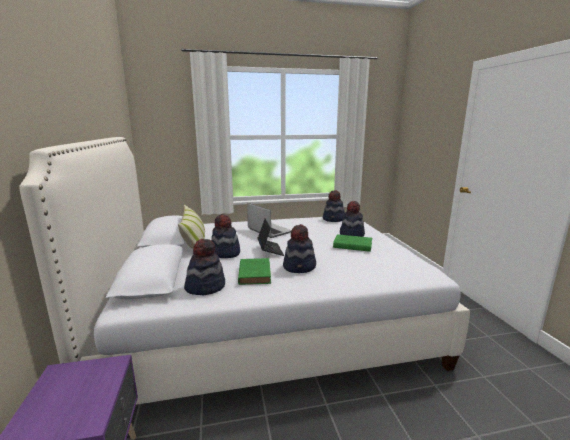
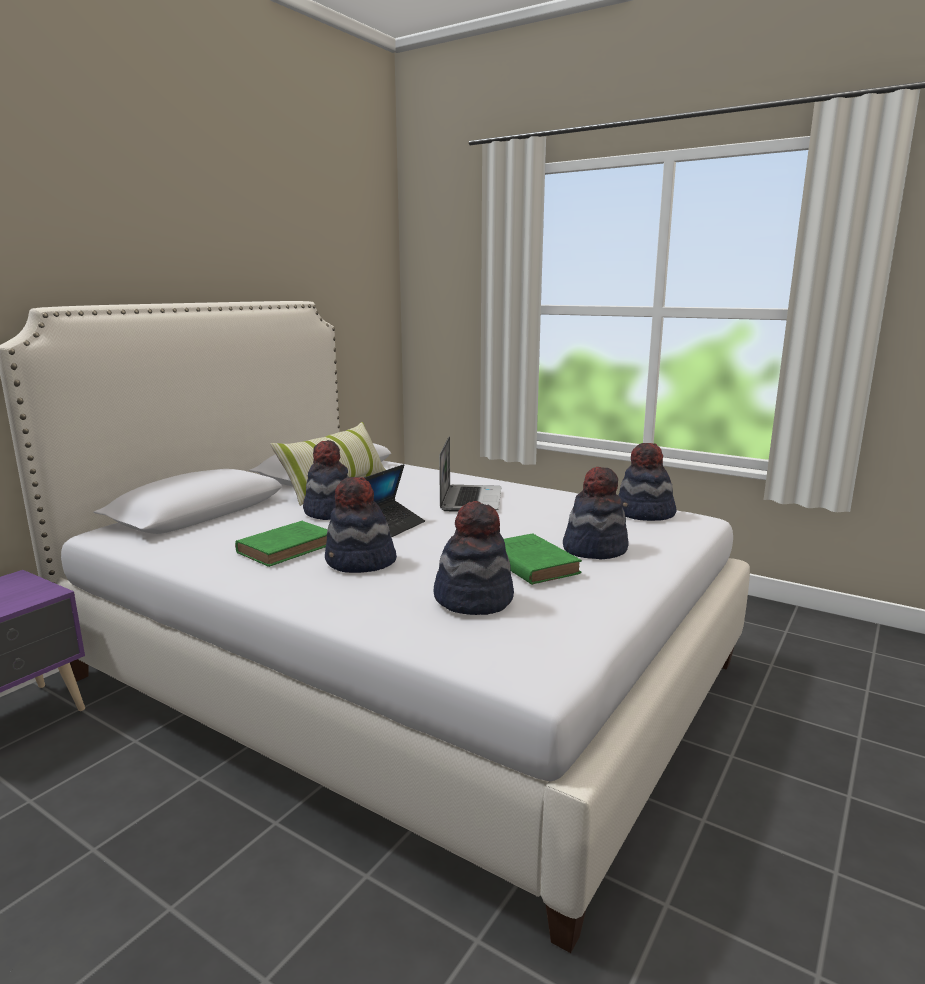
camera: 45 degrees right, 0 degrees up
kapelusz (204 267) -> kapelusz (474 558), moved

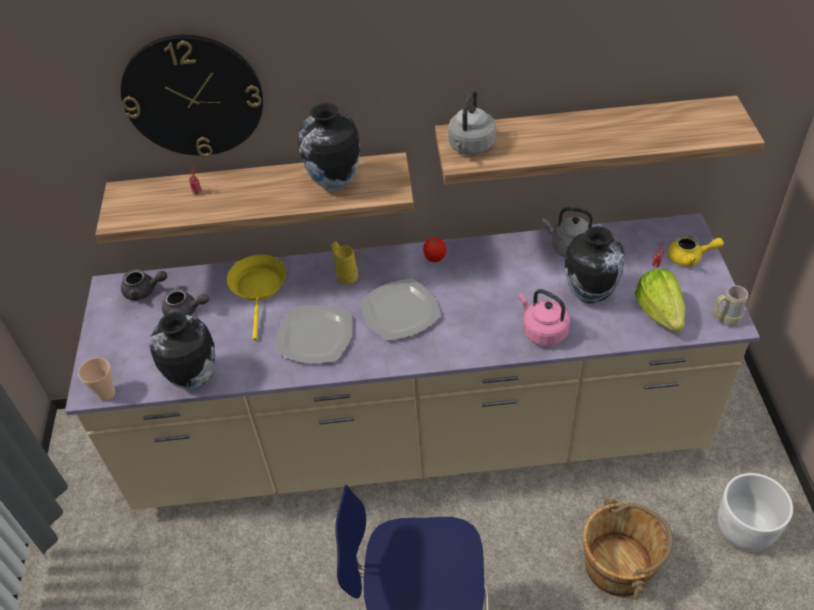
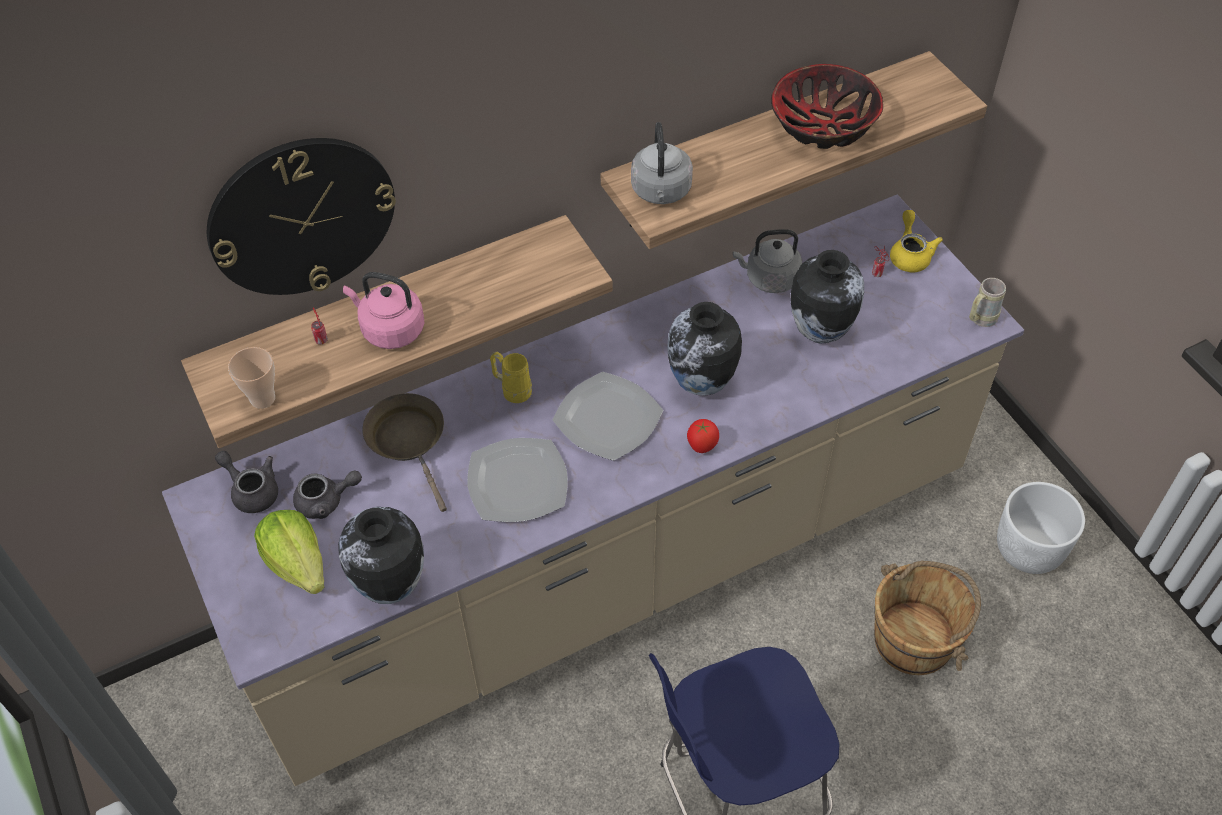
camera: 25 degrees left, 5 degrees up
none -> miska (827 106)
filiżanka (96 379) -> filiżanka (251 378), moved
wazon (329 147) -> wazon (704 349), moved
pomidor (434 249) -> pomidor (703 436), moved
czajnik/różowy (544 317) -> czajnik/różowy (383 310), moved
sałata (660 300) -> sałata (289 552), moved
patelnia/żółty (256 298) -> patelnia/brązowy (404 452)
imbryk/szary (144 285) -> imbryk/szary (246 482), 120 degrees counterclockwise
imbryk/żółty (696 251) -> imbryk/żółty (916 241), 75 degrees counterclockwise

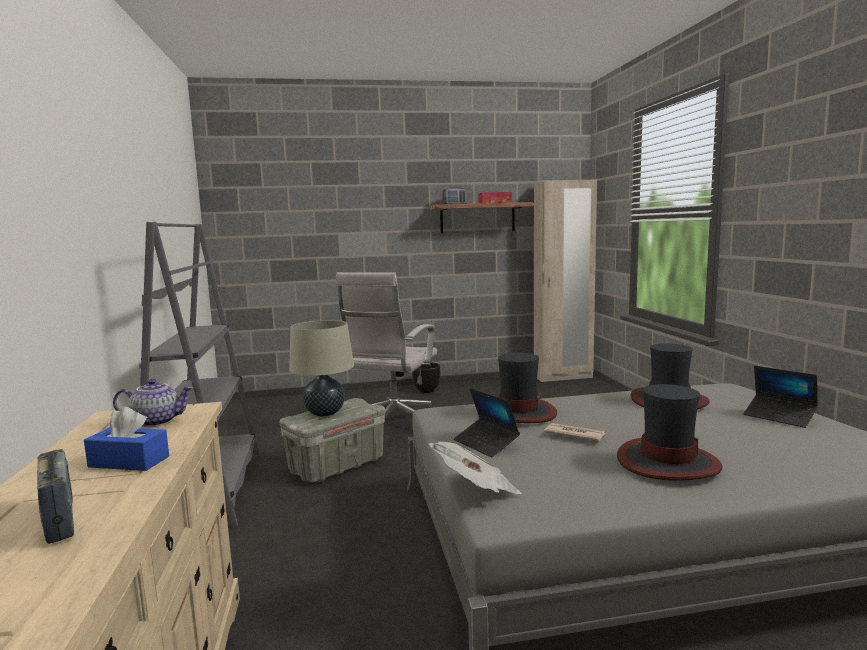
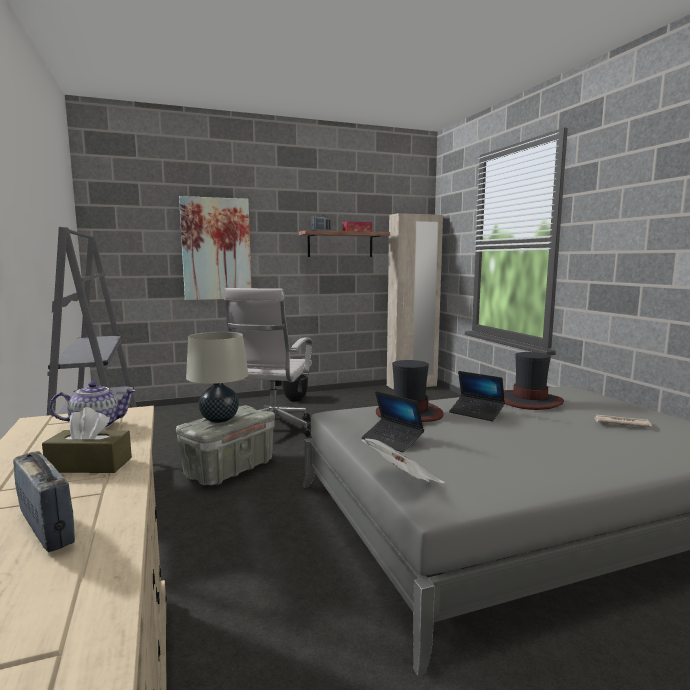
camera: 10 degrees left, 0 degrees up
kapelusz (669 432) -> none
none -> obraz (215 248)
gazeta (575 432) -> gazeta (622 420), moved
laptop (781 397) -> laptop (477 396), moved
pudełko chusteczek/niebieski (126 439) -> pudełko chusteczek/brązowy (87 440)

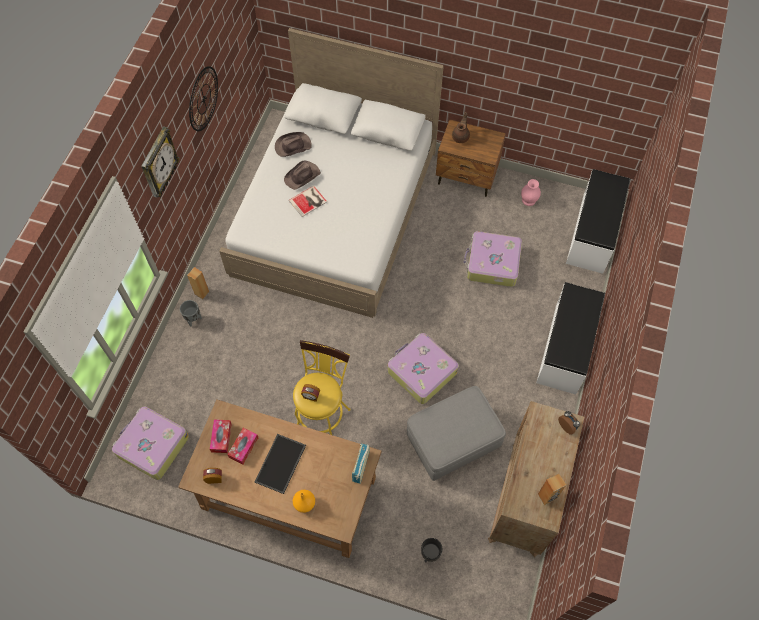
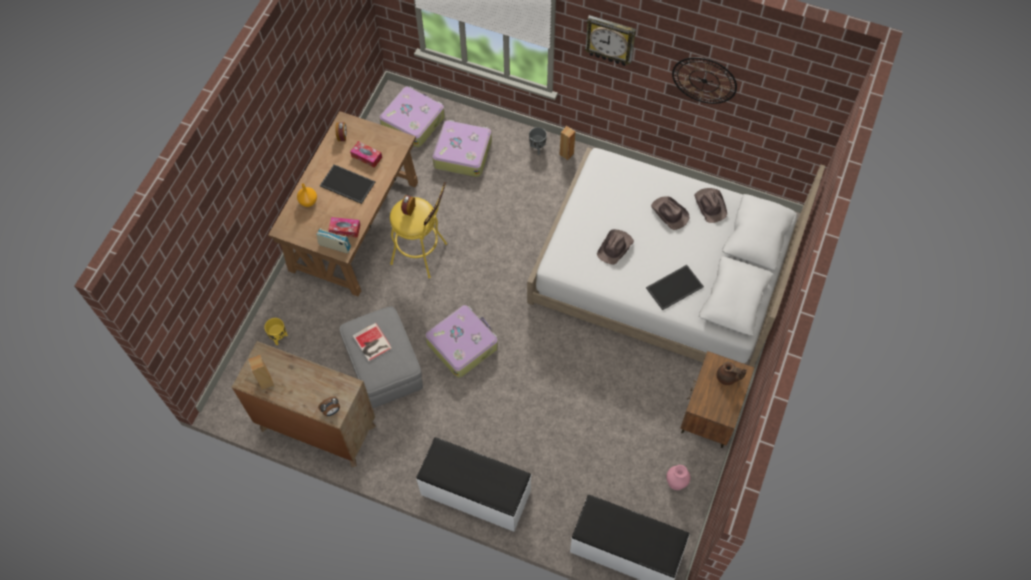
camera: 95 degrees right, 0 degrees up
none -> kapelusz/brązowy (615 247)
none -> taca (675 287)
pudełko chusteczek (221 436) -> pudełko chusteczek (344 227), moved
książka (307 201) -> książka (372 342), moved
walizka (492 259) -> walizka (462 148), moved
donica/czarny (432 550) -> donica/żółty (276 331)

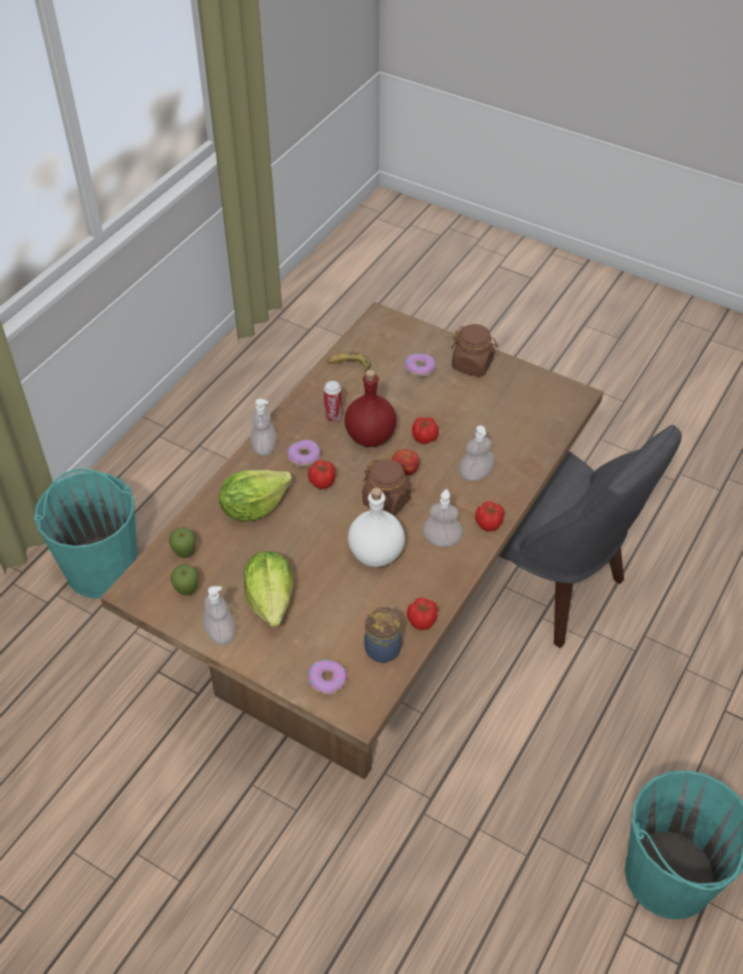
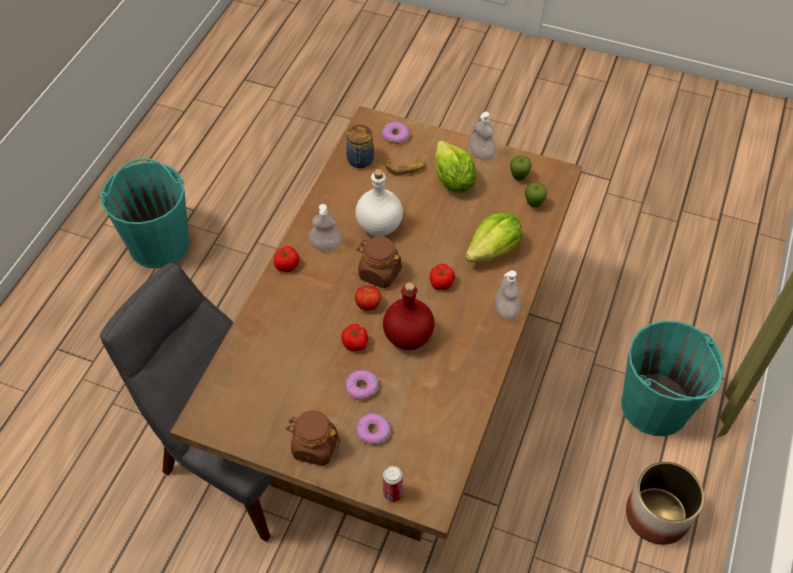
camera: 170 degrees right, 5 degrees up
pomidor (422 614) -> none
dozownik mydła (477 453) -> none
none -> donica (665 503)
donut (304 453) -> donut (362 385), moved
puszka (333 401) -> puszka (393 484), moved
banan (349 362) -> banan (405 166), moved

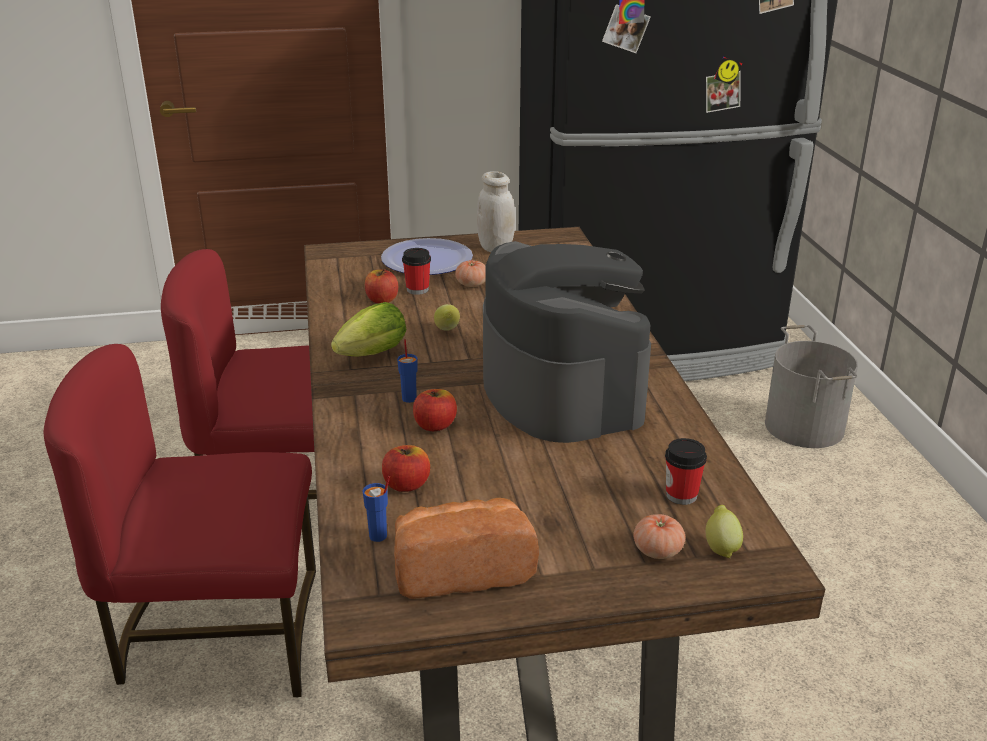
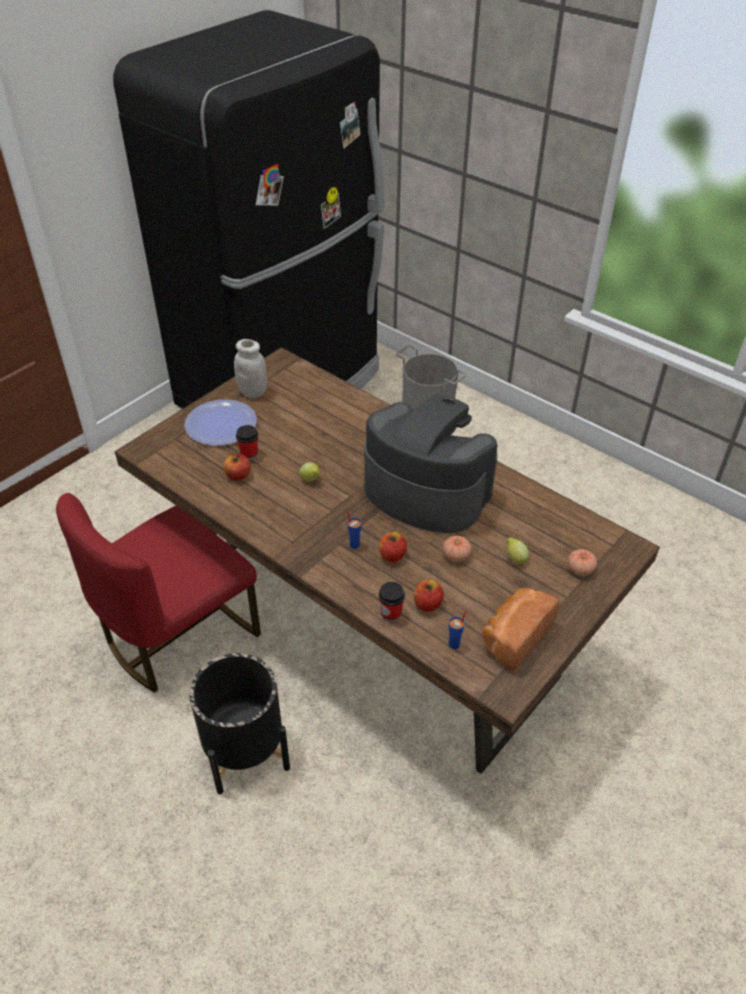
camera: 40 degrees left, 15 degrees up
sałata (368 329) -> none
pomidor (470 273) -> pomidor (457 549), moved
filiżanka (686 471) -> filiżanka (391 602), moved
cytryna (724 532) -> cytryna (518 550), moved
krzesło/czerwony (180 520) -> donica/czarny (239 723)

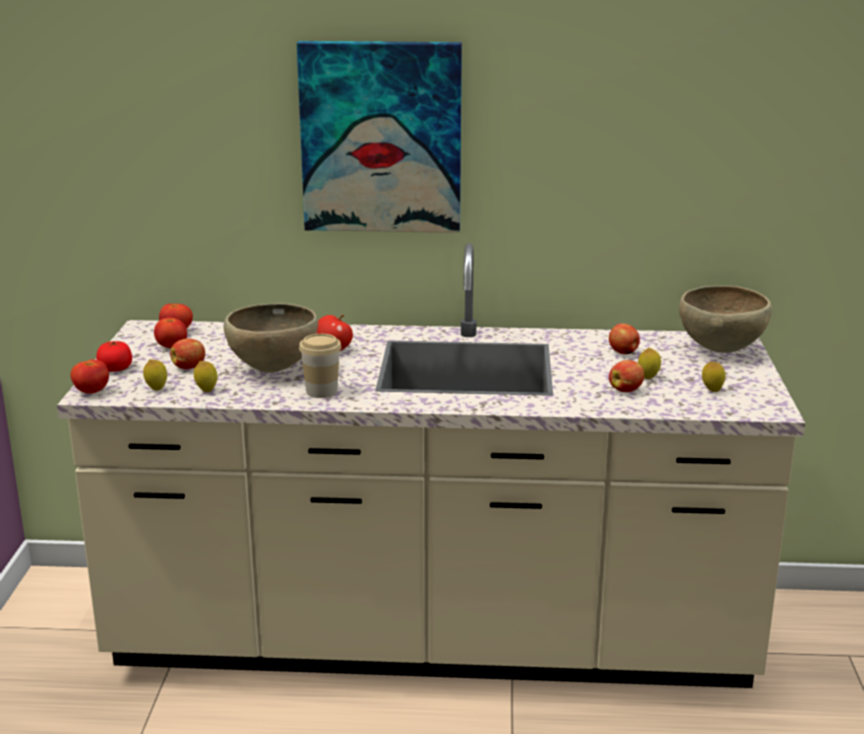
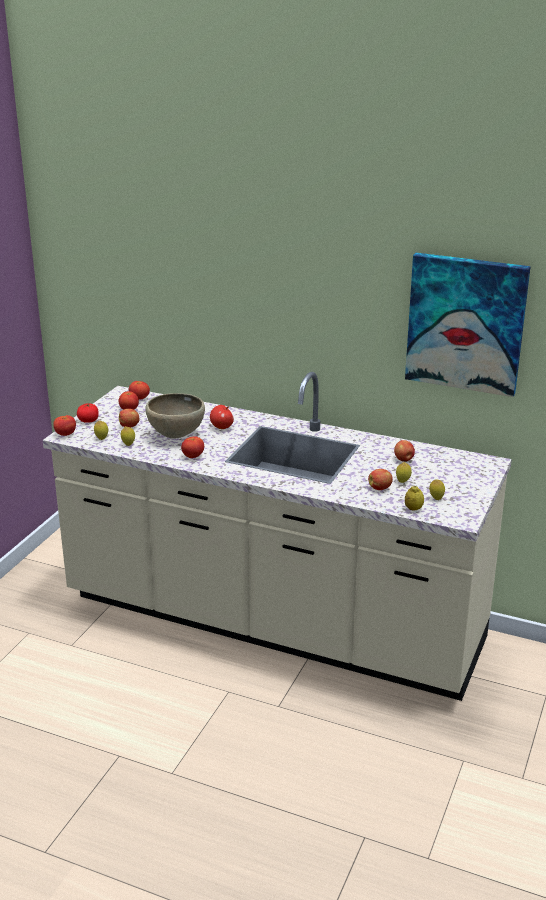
camera: 20 degrees right, 5 degrees up
miska/brązowy (725 319) -> none
none -> cytryna (414 498)
obraz (379 137) -> obraz (468 325), moved
filiżanka (320 366) -> pomidor (192 447)

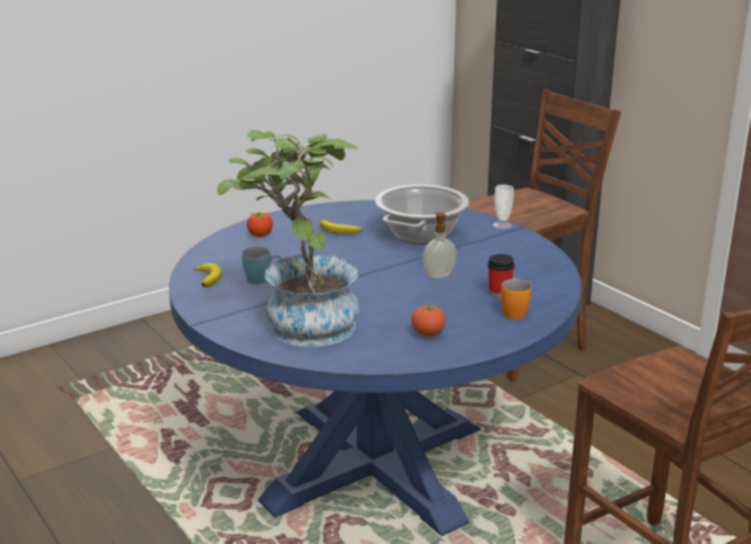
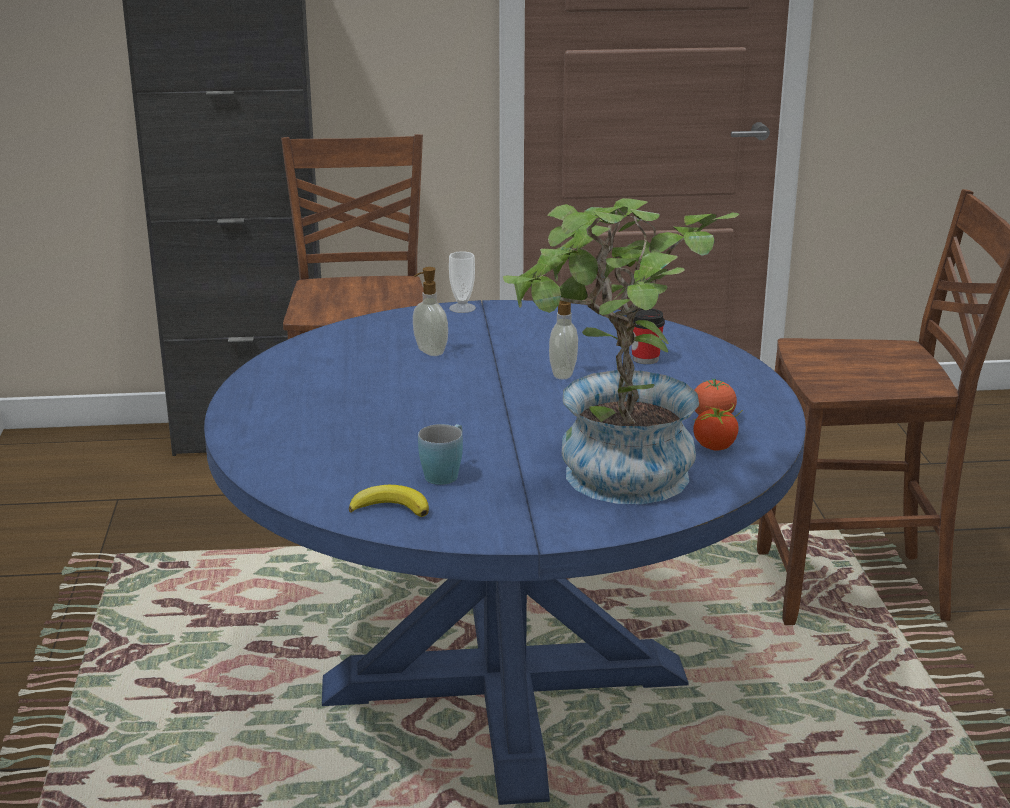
camera: 60 degrees left, 0 degrees up
banan (341 227) -> none
kubek/pomarańczowy (516 299) -> none
pomidor (260 224) -> pomidor (718 427), moved
garnek (422 214) -> dozownik mydła (430 311)

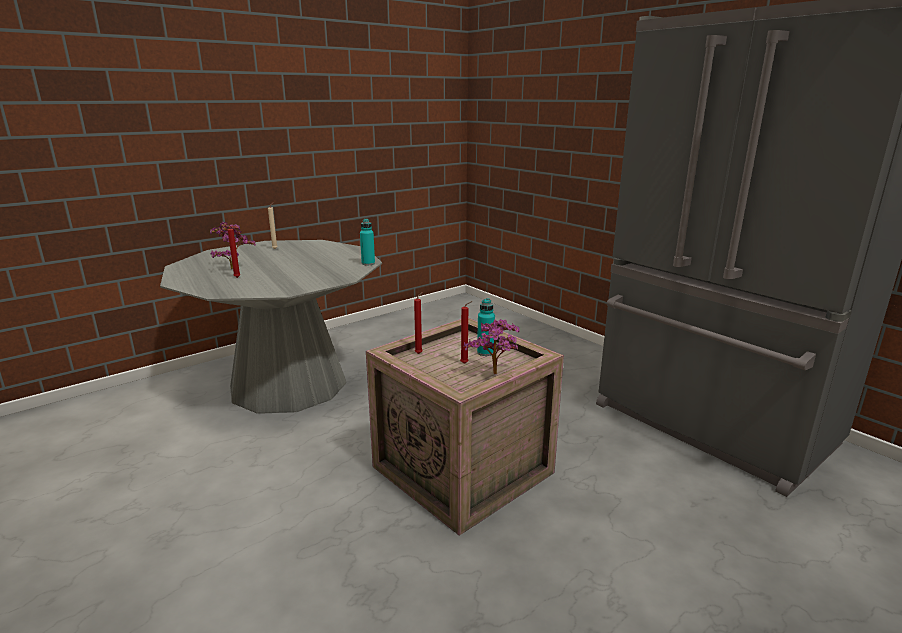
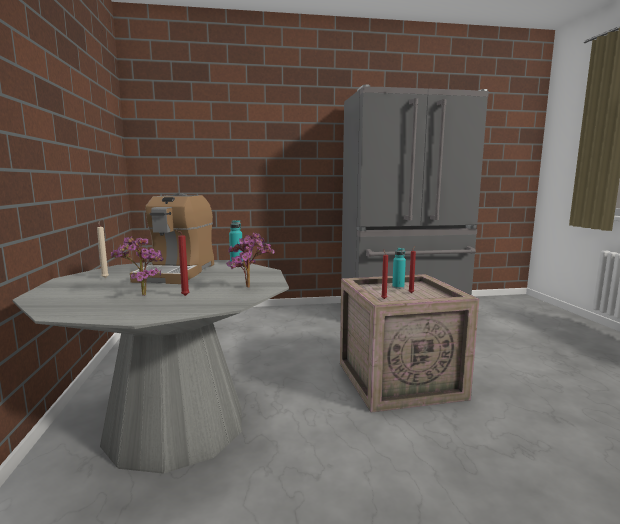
camera: 60 degrees left, 10 degrees down
none -> ekspres do kawy (172 238)
roślina doniczkowa (491 346) -> roślina doniczkowa (250 260), moved

